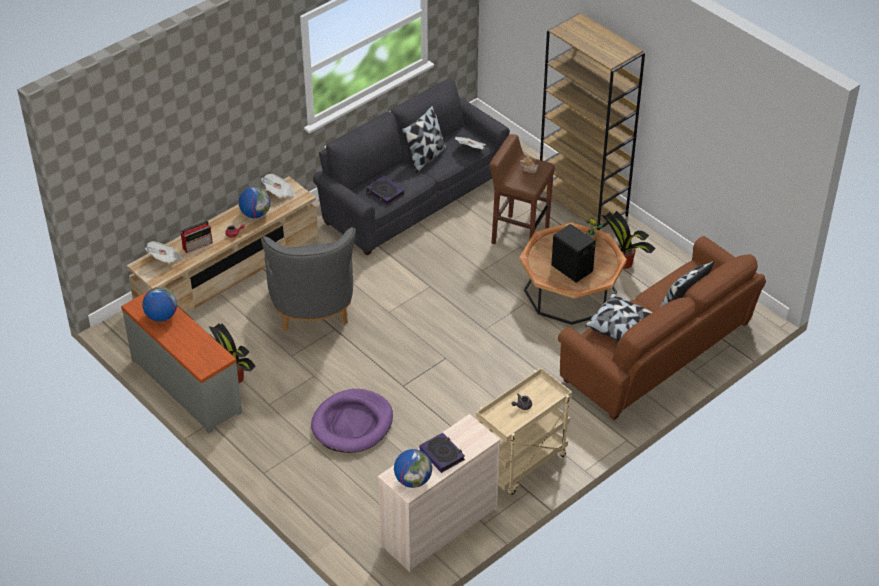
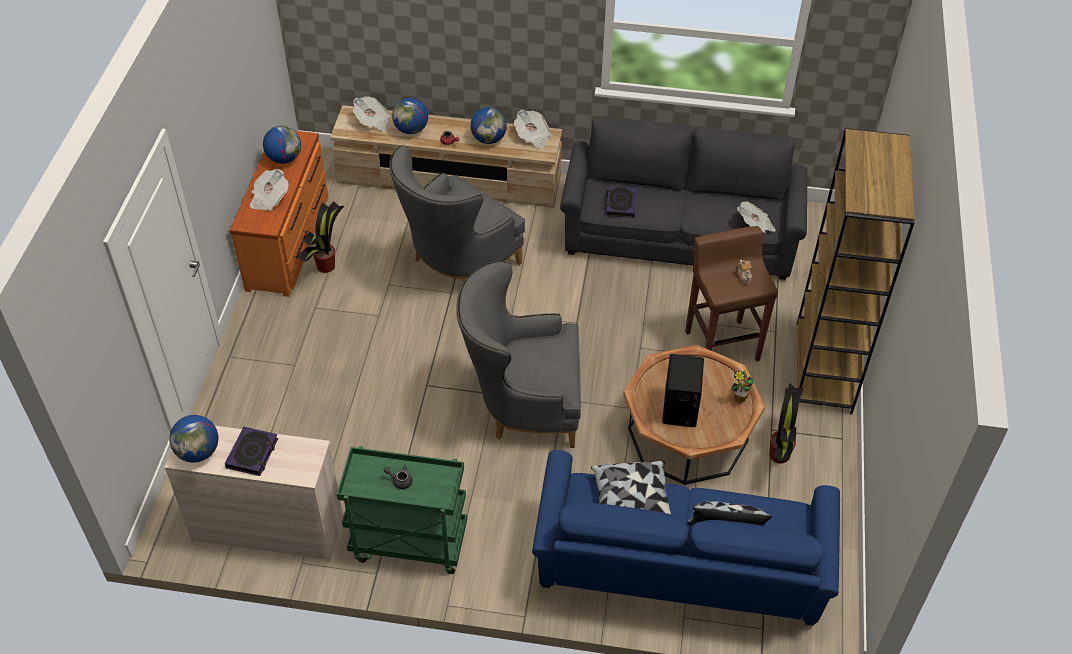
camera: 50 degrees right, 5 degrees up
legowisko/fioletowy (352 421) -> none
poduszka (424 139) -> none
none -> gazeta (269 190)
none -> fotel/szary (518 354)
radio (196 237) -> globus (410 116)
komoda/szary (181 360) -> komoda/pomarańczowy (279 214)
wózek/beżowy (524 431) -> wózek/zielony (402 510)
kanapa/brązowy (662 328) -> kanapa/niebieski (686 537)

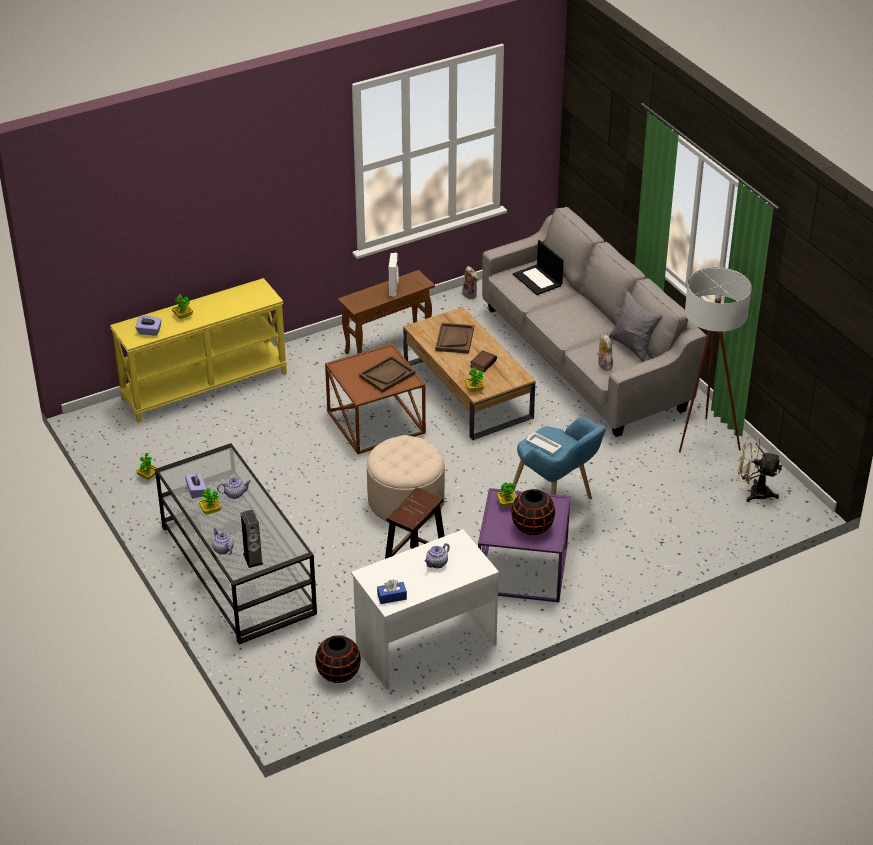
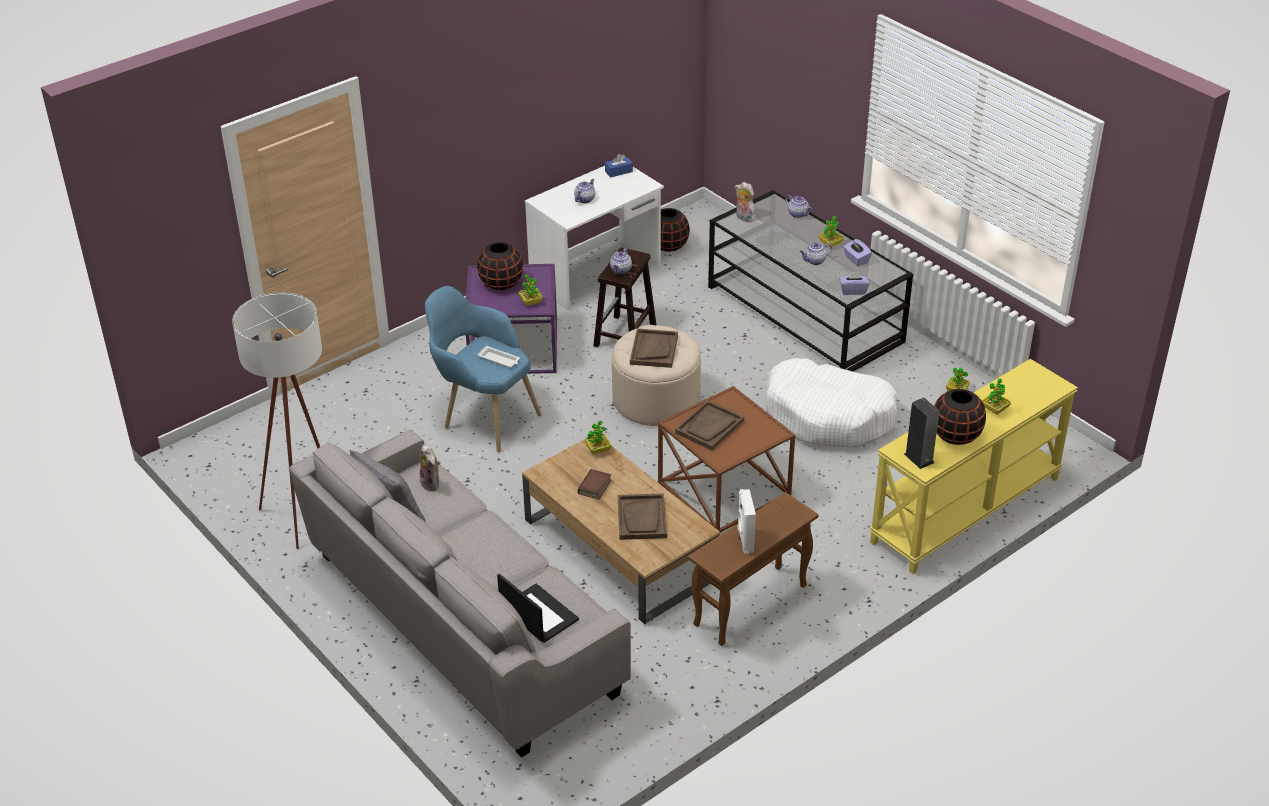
camera: 170 degrees right, 0 degrees up
wentylator/beżowy (759 469) -> none
none -> imbryk (621 261)
none -> taca/brązowy (654 348)
none -> legowisko/biały (832 403)
none -> wazon/czarny (960 417)
pudełko chusteczek/fioletowy (148 326) -> pudełko chusteczek/fioletowy (854 283), moved
głośnik (252 539) -> głośnik (921 433), moved
pluszak (470 282) -> pluszak (745 202), moved

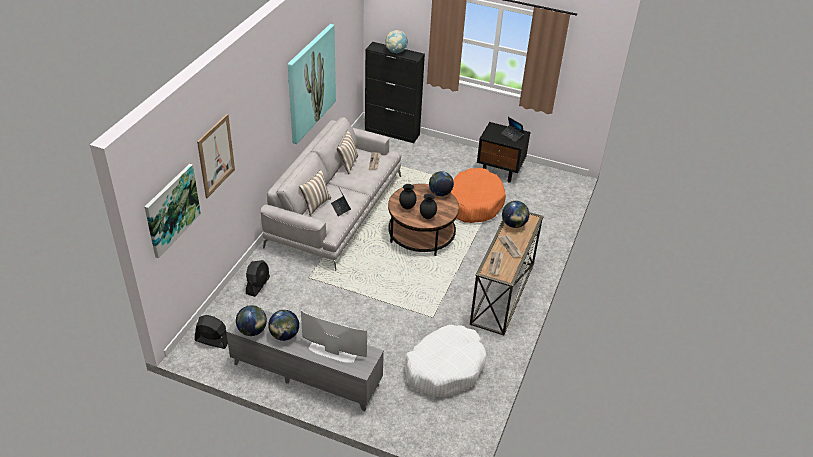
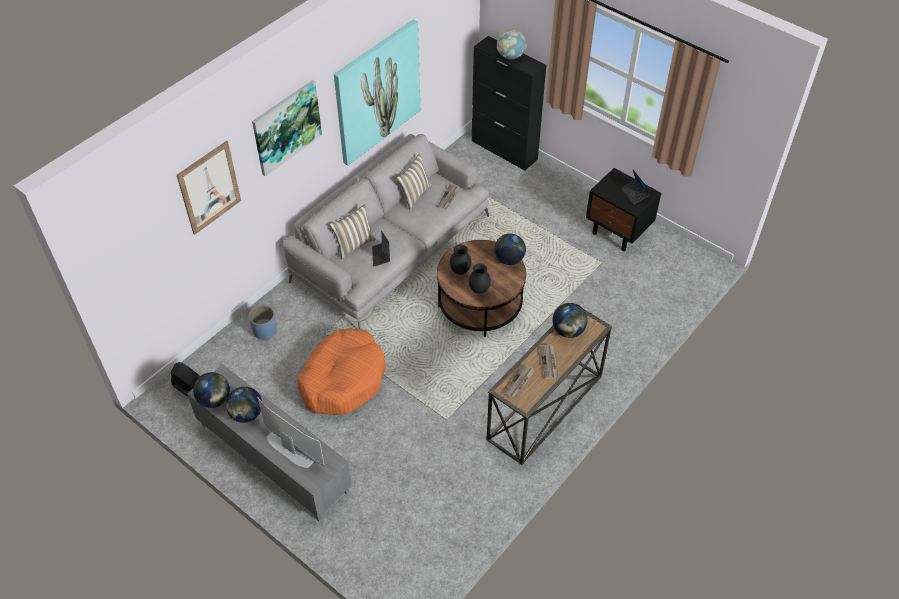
camera: 20 degrees right, 10 degrees up
legowisko/biały (445 361) -> none
obraz (173 211) -> obraz (287 128), moved
legowisko/pomarańczowy (478 195) -> legowisko/pomarańczowy (341 371), moved
wentylator/czarny (258 278) -> donica/niebieski (263 322)

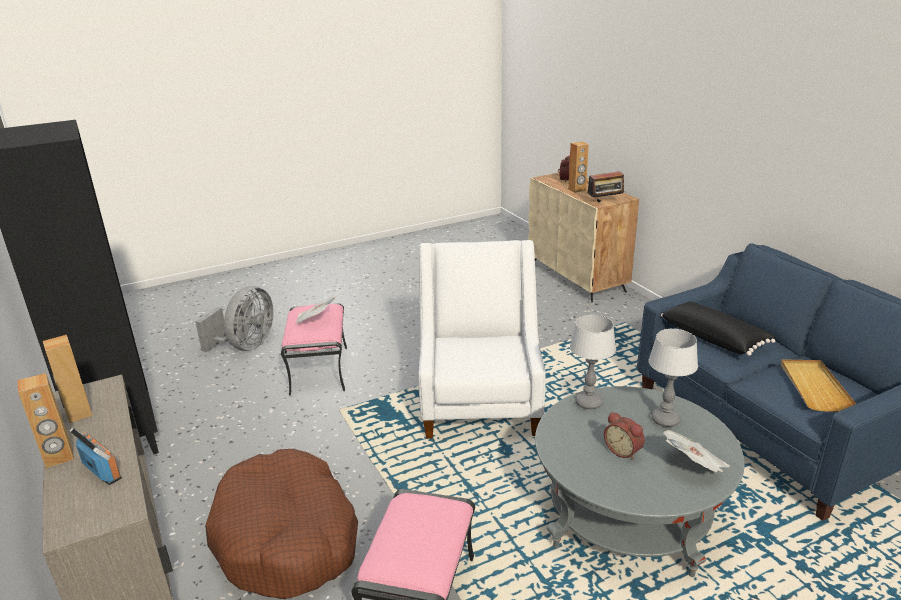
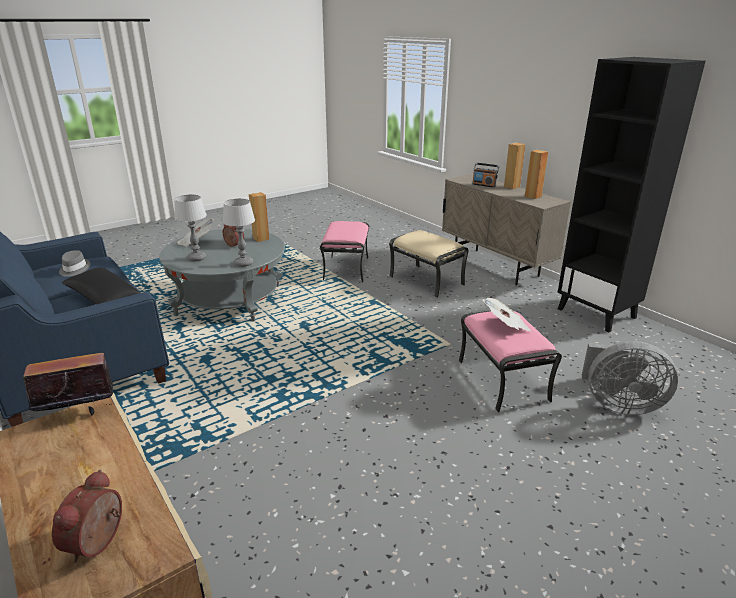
camera: 170 degrees right, 0 degrees up
fotel/biały (482 339) -> none
głośnik/brązowy (578 167) -> głośnik/brązowy (259 217), moved
legowisko/brązowy (281 524) -> pufa/beżowy (429 264)
taca/beżowy (818 386) -> kapelusz/szary (74 263)
wentylator/szary (234 319) -> wentylator/szary (630 378), 90 degrees counterclockwise

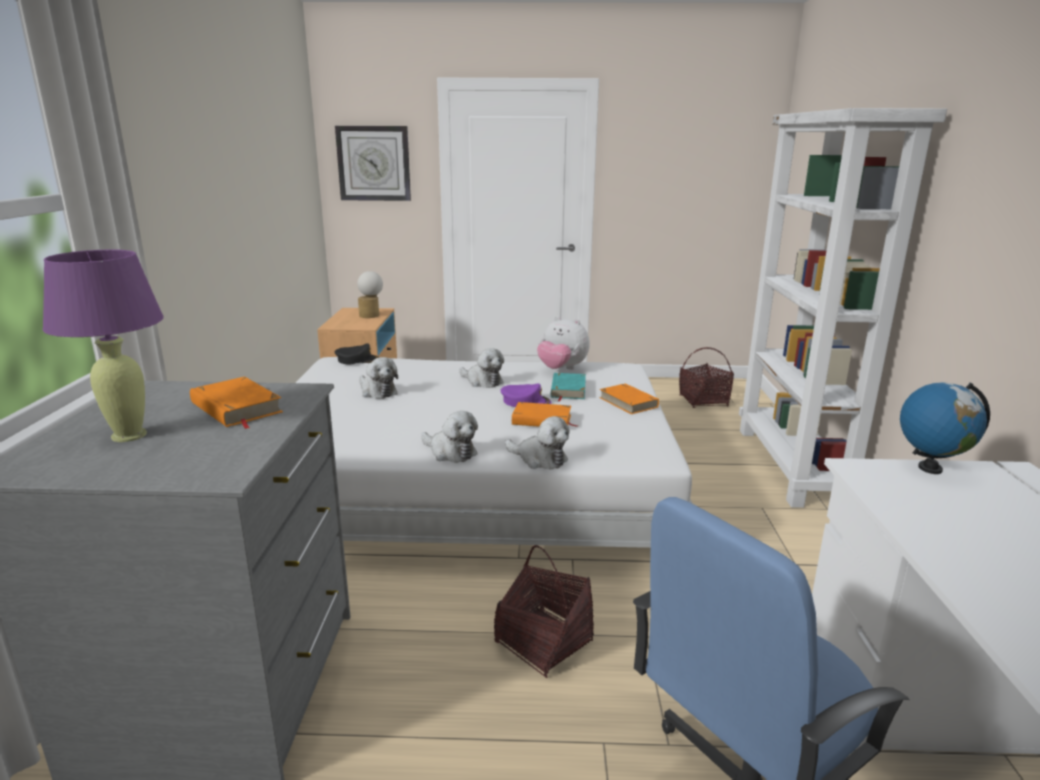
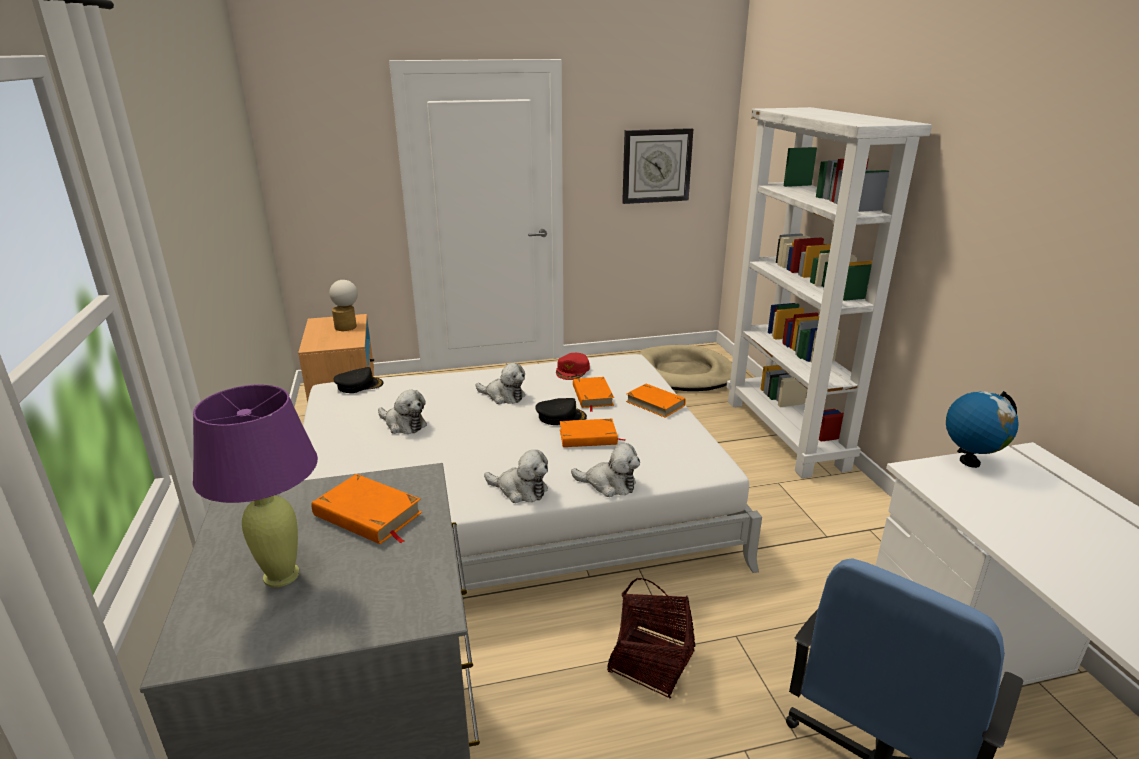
camera: 15 degrees left, 5 degrees up
zegar ścienny (373 163) -> zegar ścienny (657 166), moved
pluszak (563 343) -> czapka z daszkiem/czerwony (573 366)
koszyk (706 377) -> legowisko/beżowy (684 368)
czapka z daszkiem/fioletowy (526 395) -> czapka z daszkiem/czarny (561 411)
książka/turkusowy (568 387) -> książka/pomarańczowy (593 394)

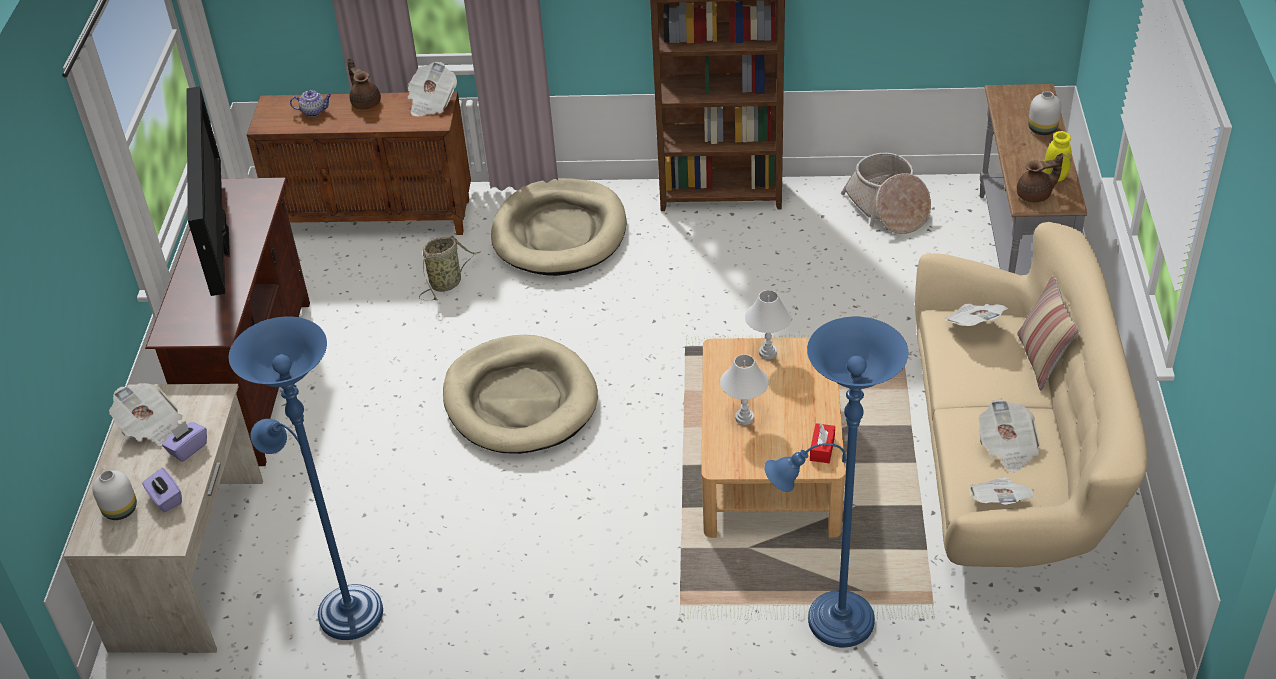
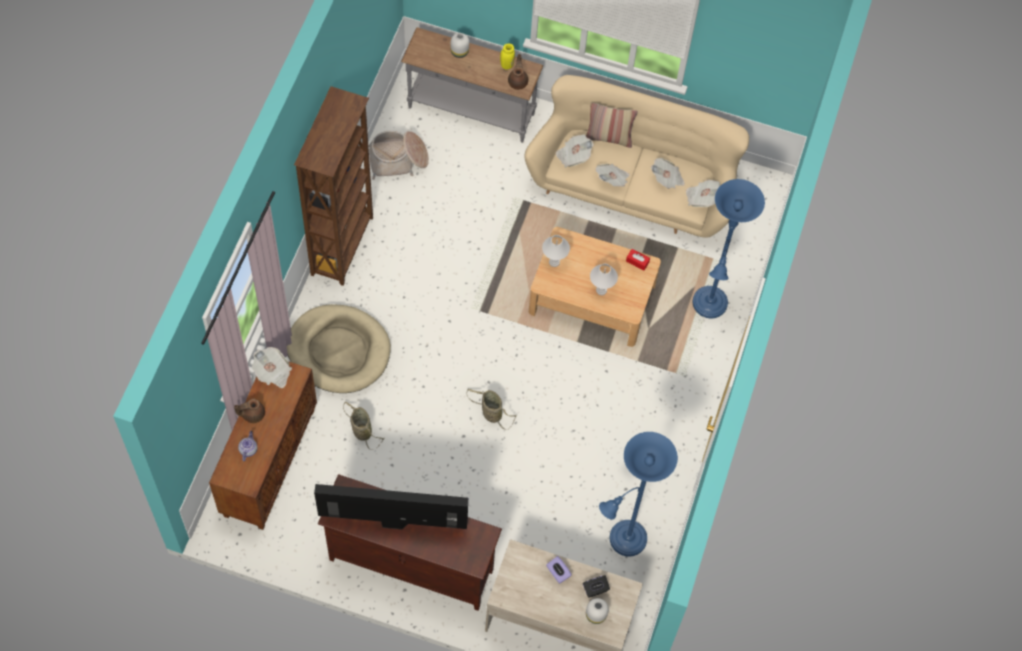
camera: 80 degrees left, 20 degrees up
gazeta (146 414) -> gazeta (612 175), moved
legowisko/beżowy (520 394) -> koszyk (491 409)
pudełko chusteczek/fioletowy (162 490) -> pudełko chusteczek/czarny (596 586)

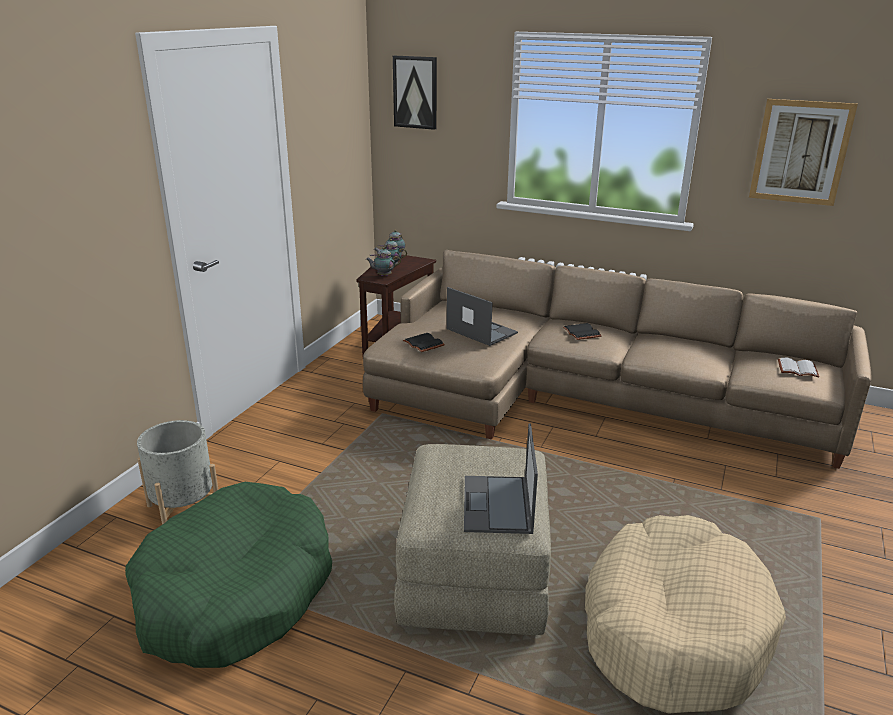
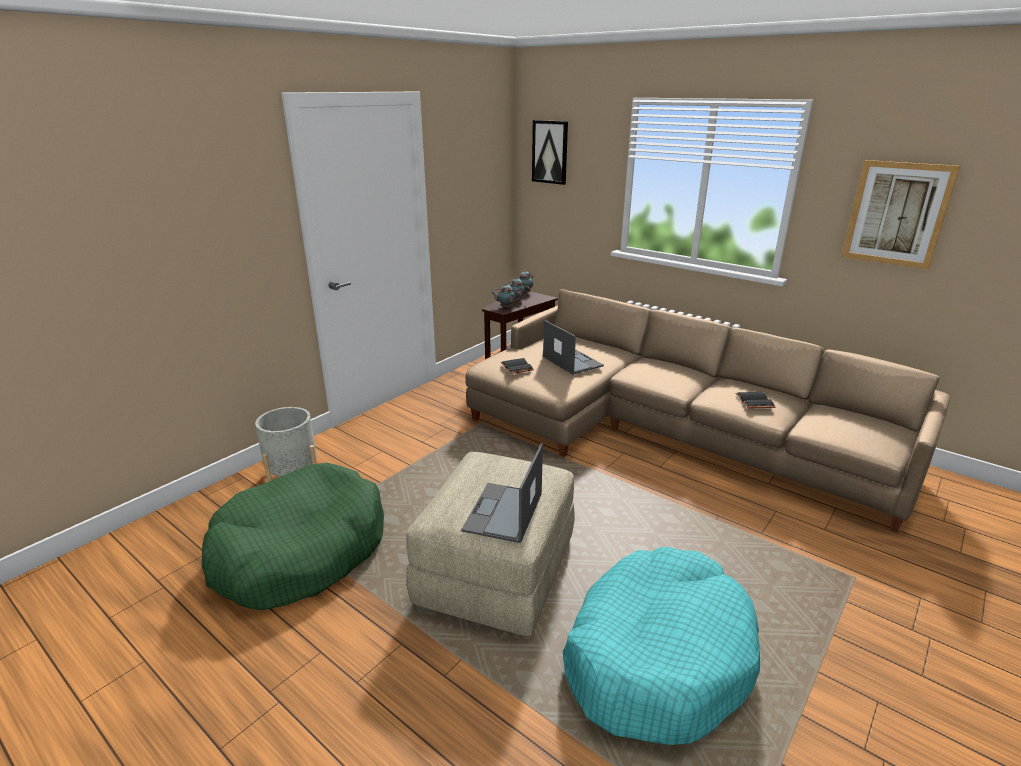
camera: 15 degrees right, 0 degrees up
książka/biały (798 368) -> none
książka/czarny (582 331) -> książka/czarny (755 400), moved
legowisko/beżowy (685 614) -> legowisko/turkusowy (661 646)

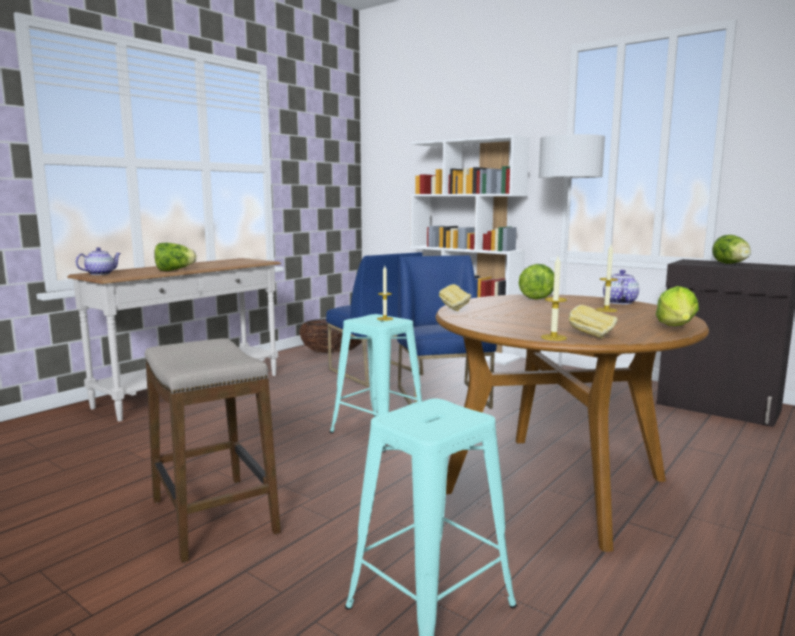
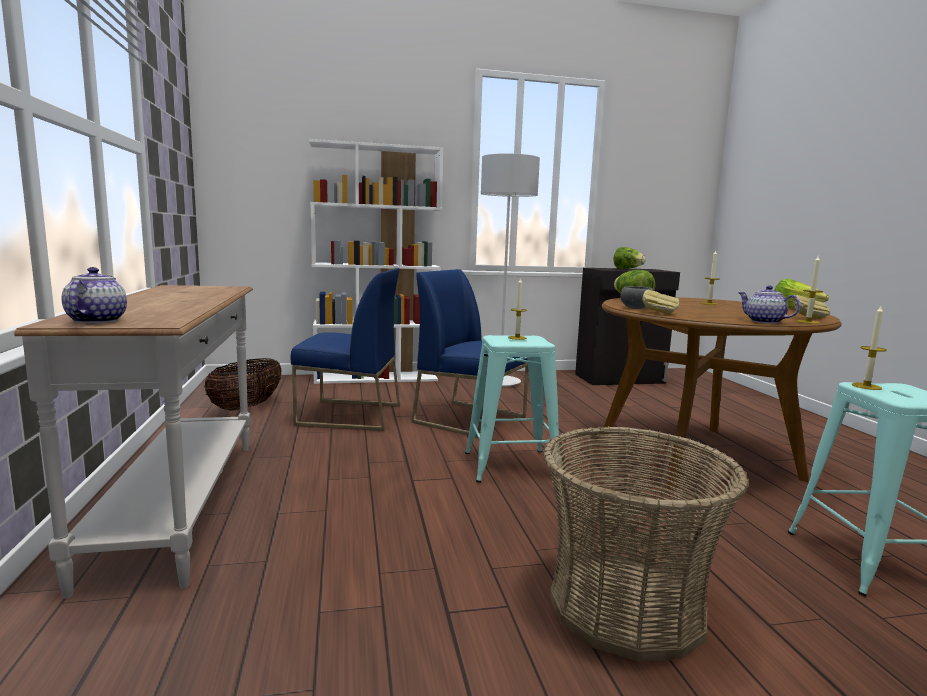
camera: 50 degrees left, 0 degrees up
sałata (175 257) -> none
none -> miska/szary (637 297)
none -> świeca (869 348)
imbryk (621 287) -> imbryk (769 305), moved
stołek (213 450) -> koszyk (646 544)

